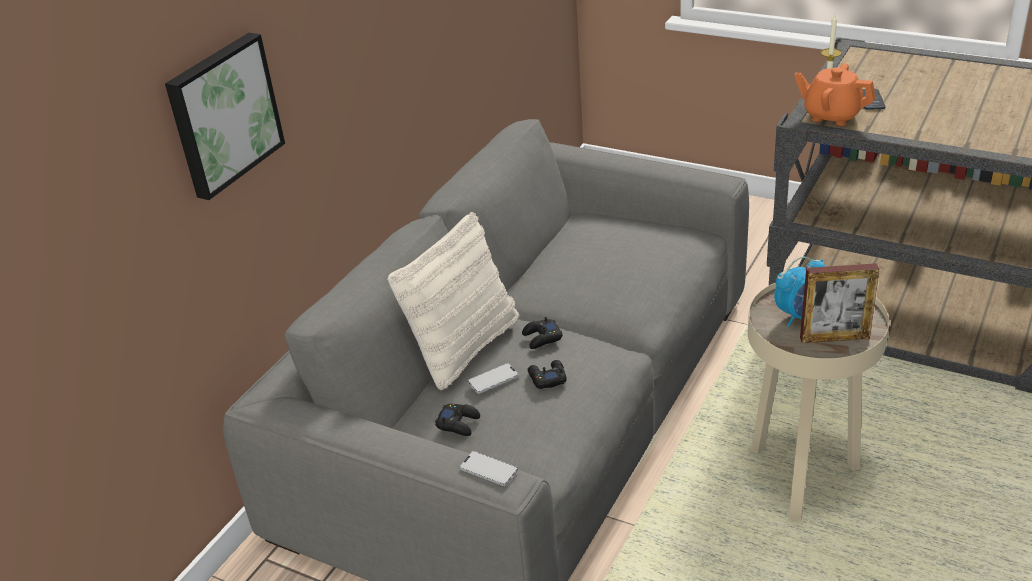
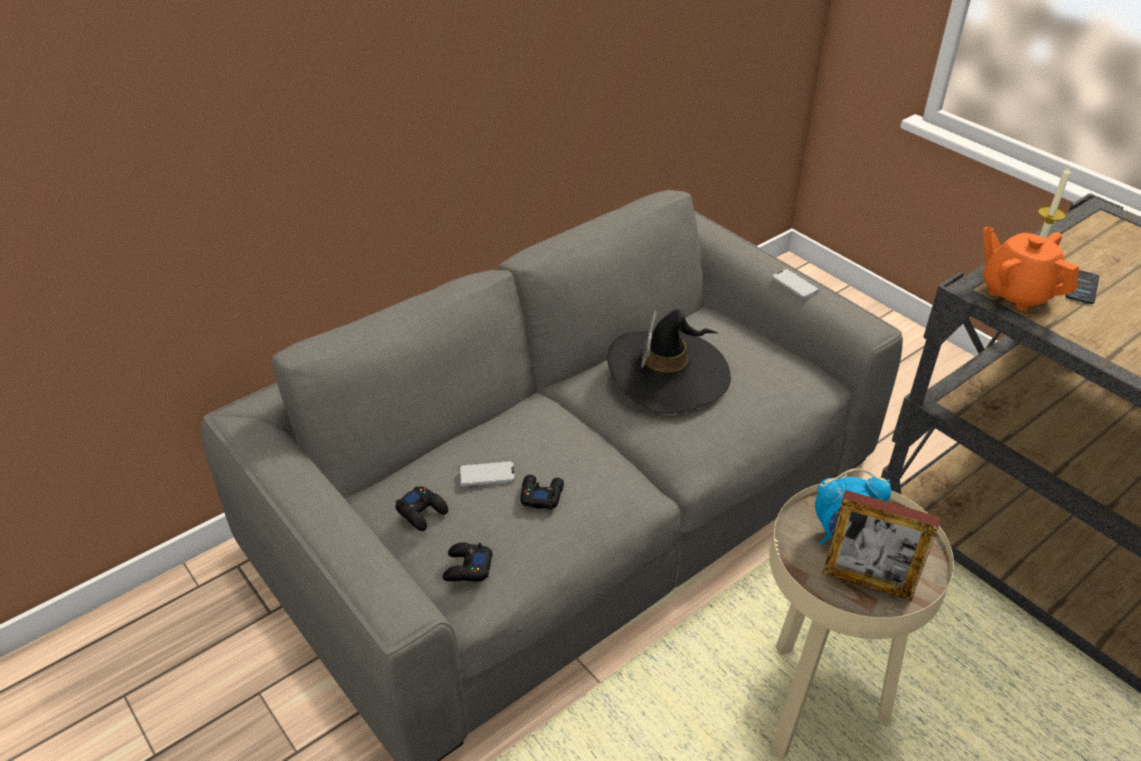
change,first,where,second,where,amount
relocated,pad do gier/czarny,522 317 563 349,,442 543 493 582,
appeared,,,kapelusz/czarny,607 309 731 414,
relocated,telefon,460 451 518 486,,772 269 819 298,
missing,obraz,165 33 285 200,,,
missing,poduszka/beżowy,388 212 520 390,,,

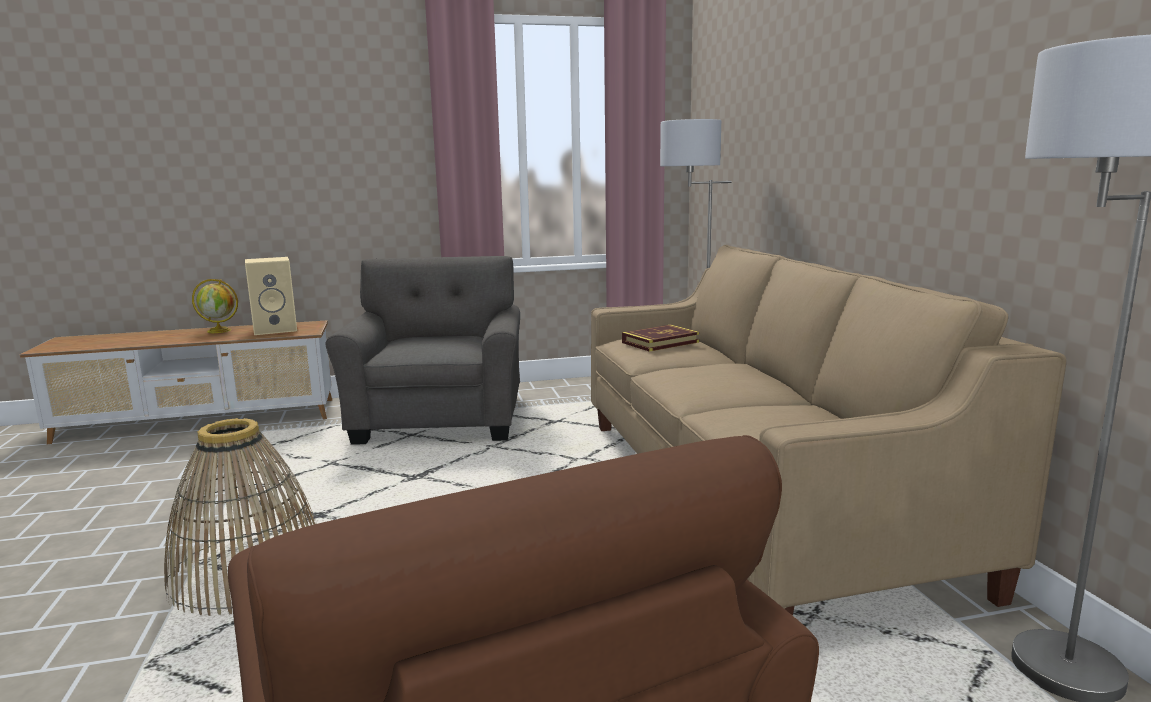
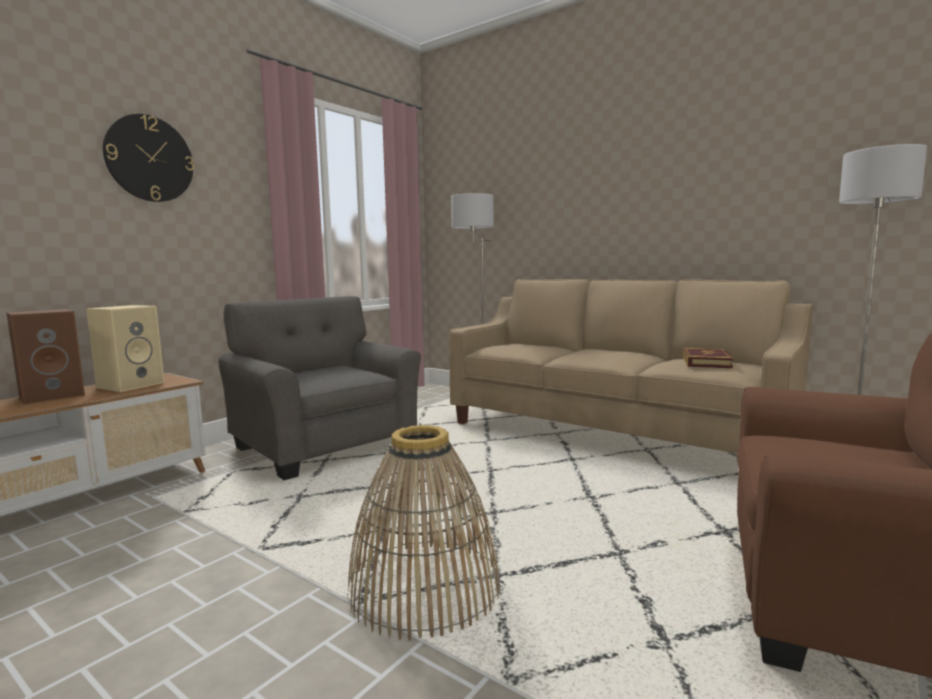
change,first,where,second,where,amount
exchanged,globus,192 279 238 333,głośnik/brązowy,6 309 85 405,
appeared,,,zegar ścienny,103 114 194 202,
relocated,książka,622 325 699 352,,683 348 733 368,

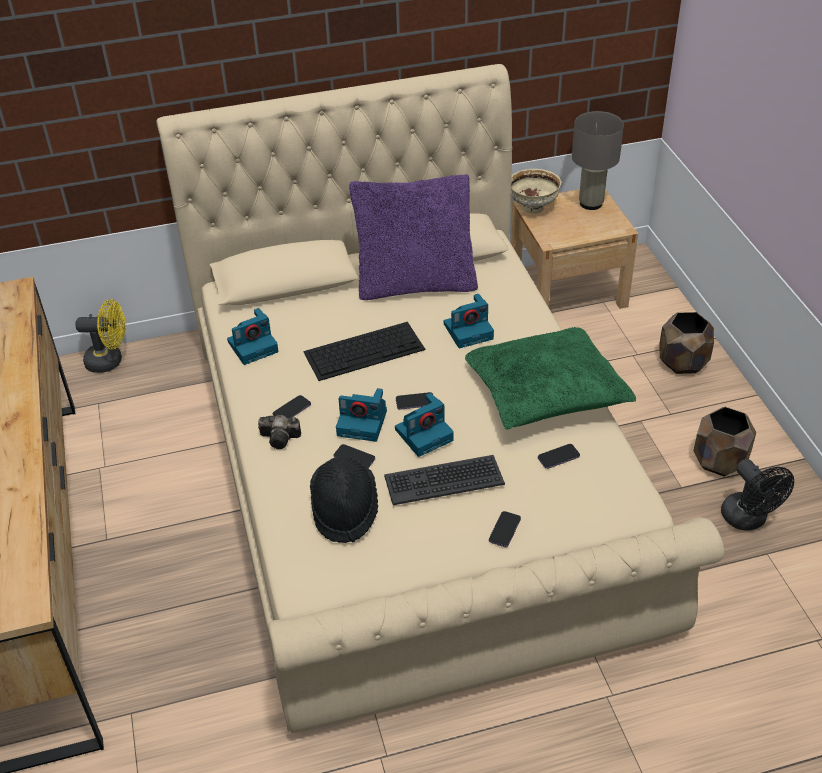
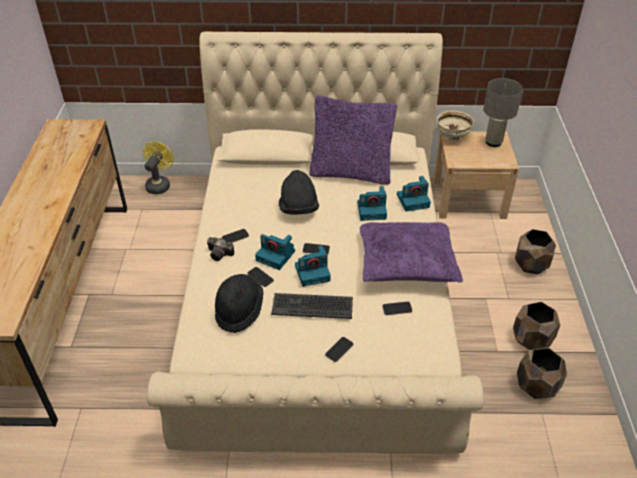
change,first,where,second,where,amount
spun,wentylator/żółty,75 299 126 373,,143 142 174 194,90 degrees counterclockwise
exchanged,klawiatura,303 322 425 381,kapelusz/czarny,279 170 319 215,
colour,poduszka/zielony,465 327 636 430,poduszka/fioletowy,360 222 463 283,
relocated,aparat fotograficzny,227 308 278 365,,397 176 431 212,
exchanged,wentylator/czarny,721 459 794 531,donica/brązowy,517 348 567 399,

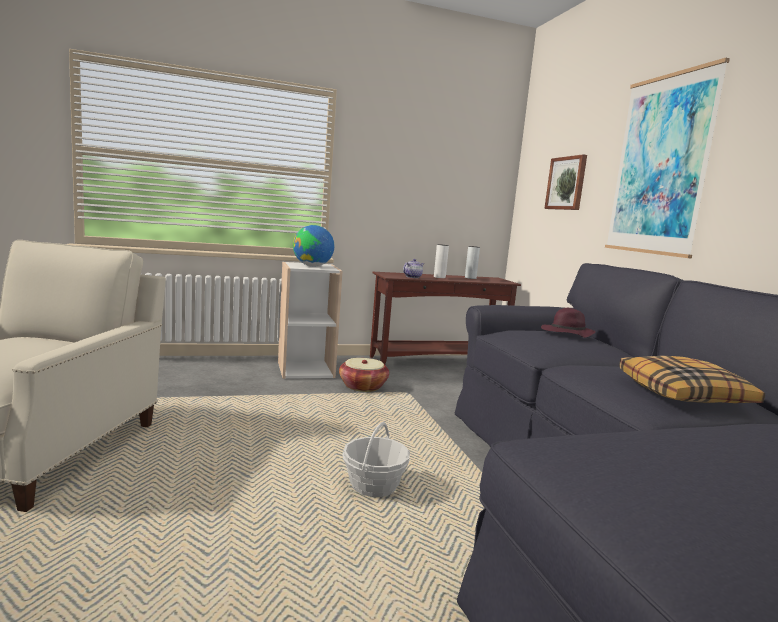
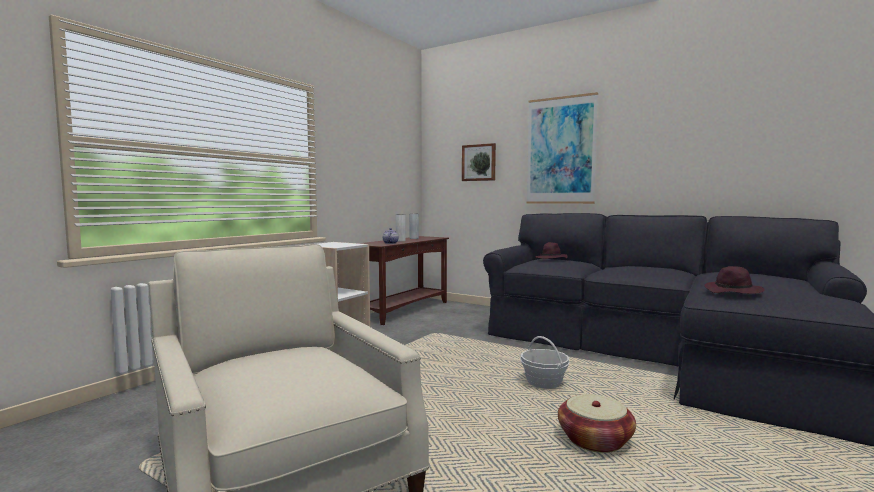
change,first,where,second,where,amount
relocated,koszyk,339 358 389 392,,558 394 636 453,
appeared,,,kapelusz/fioletowy,704 266 765 294,
missing,globus,293 225 334 267,,,
missing,poduszka,619 356 765 403,,,

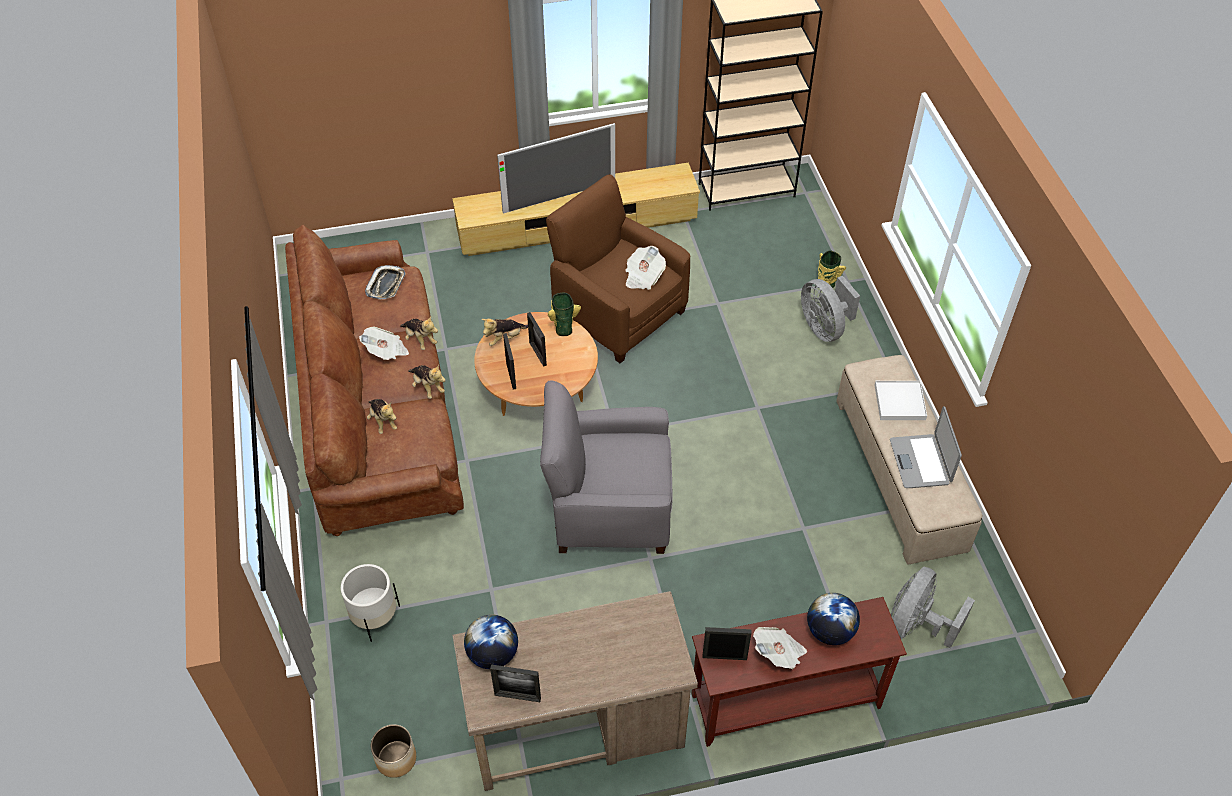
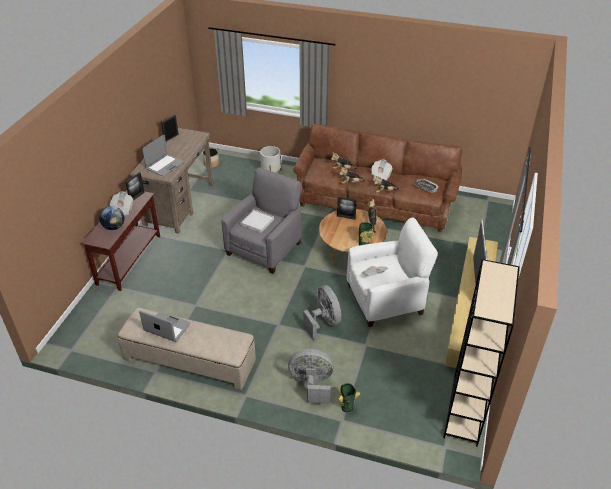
change,first,where,second,where,amount
appeared,,,laptop,142 135 184 176,
relocated,taca/biały,875 381 927 420,,240 209 274 233,
relocated,wentylator/szary,891 567 975 648,,304 285 341 340,
colour,fotel/brązowy,546 174 690 363,fotel/biały,347 217 438 327,
missing,globus,464 614 518 669,,,
missing,ramka na zdjęcie,527 312 547 367,,,

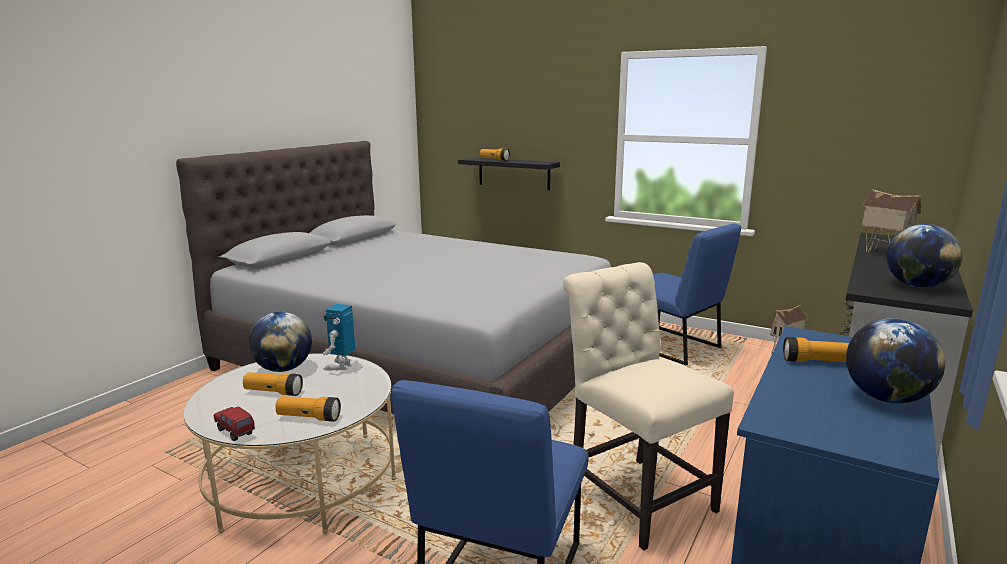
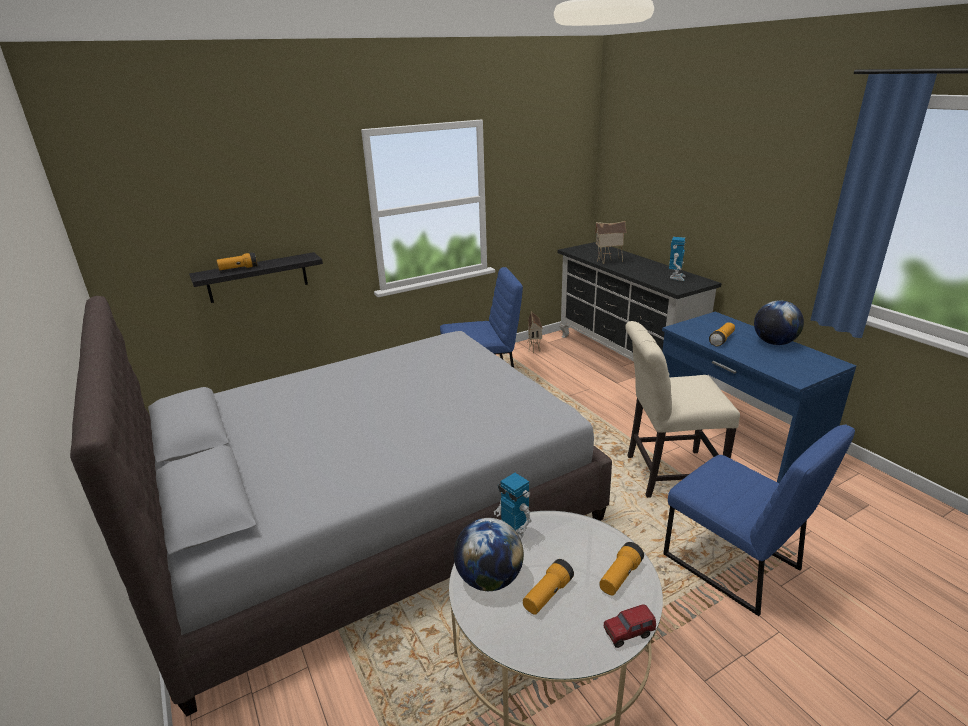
change,first,where,second,where,amount
exchanged,globus,886 224 963 288,robot zabawkowy,669 237 686 281,

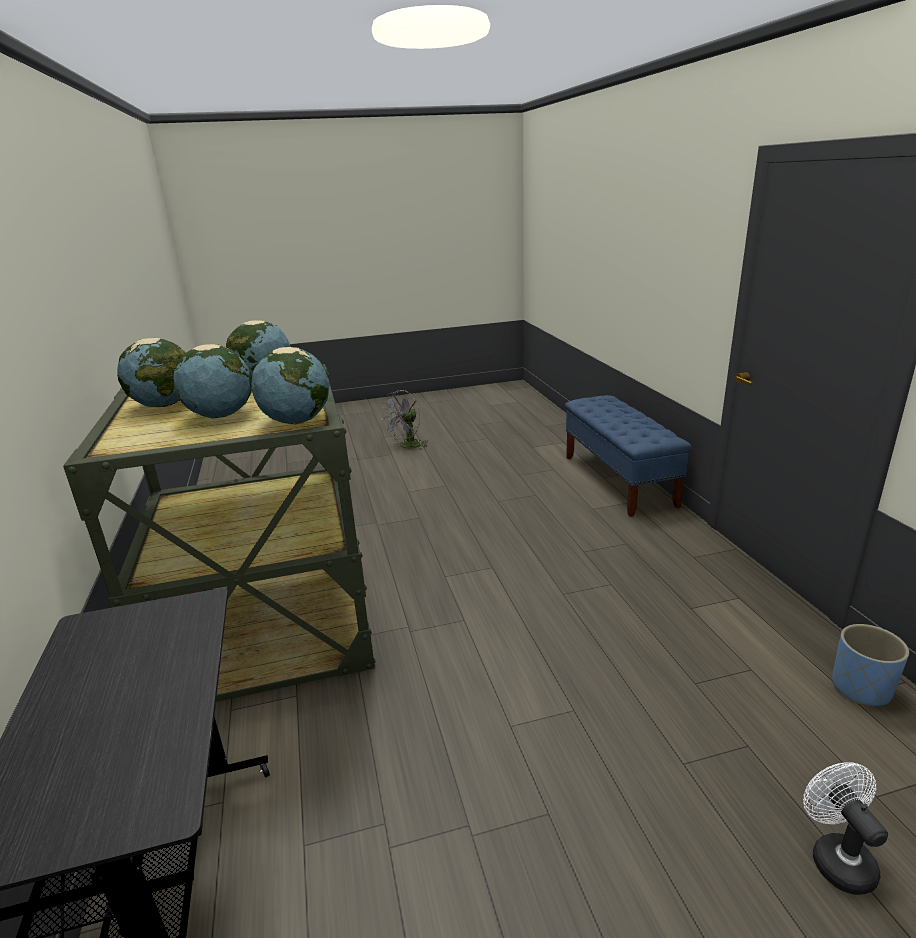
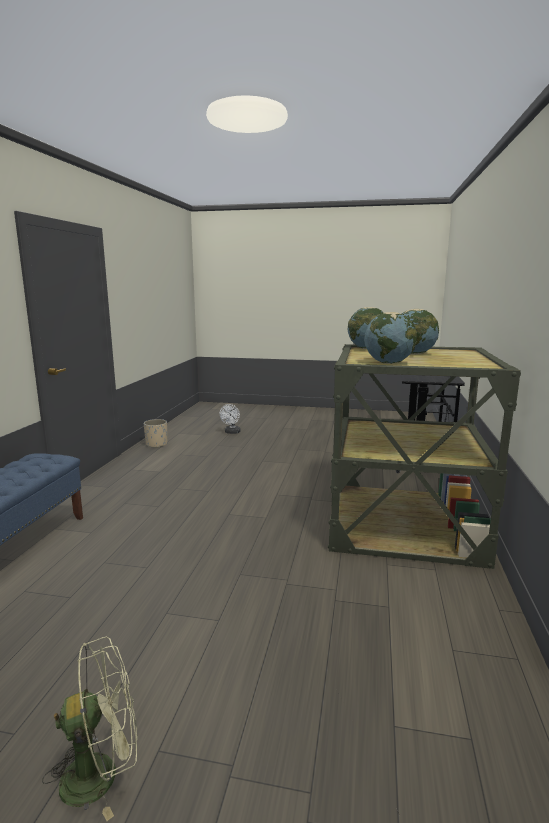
change,first,where,second,where,amount
colour,wentylator/szary,381 390 428 450,wentylator/zielony,42 637 137 821,
colour,donica/niebieski,832 624 909 706,donica/beżowy,144 419 167 448,
missing,globus,117 338 186 407,,,

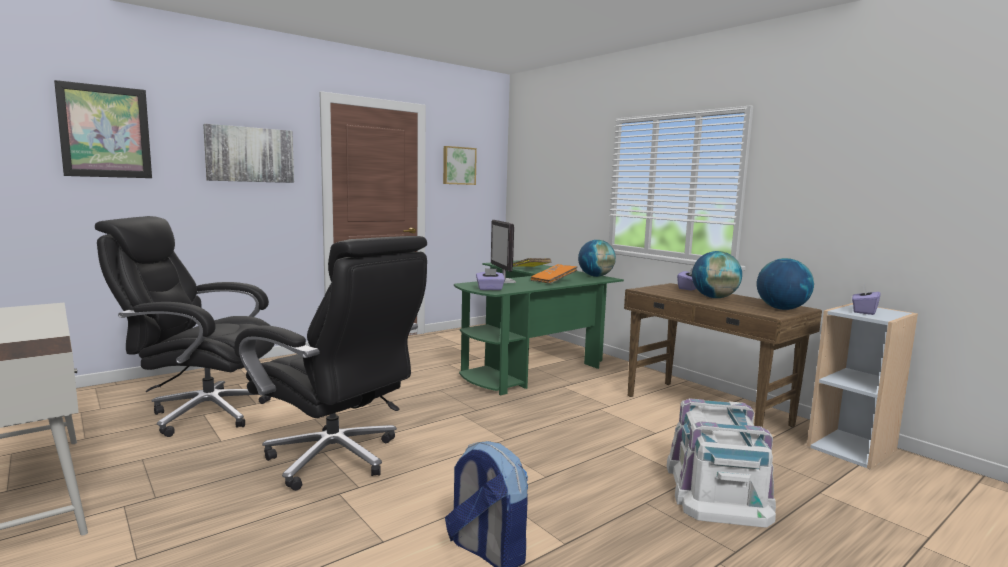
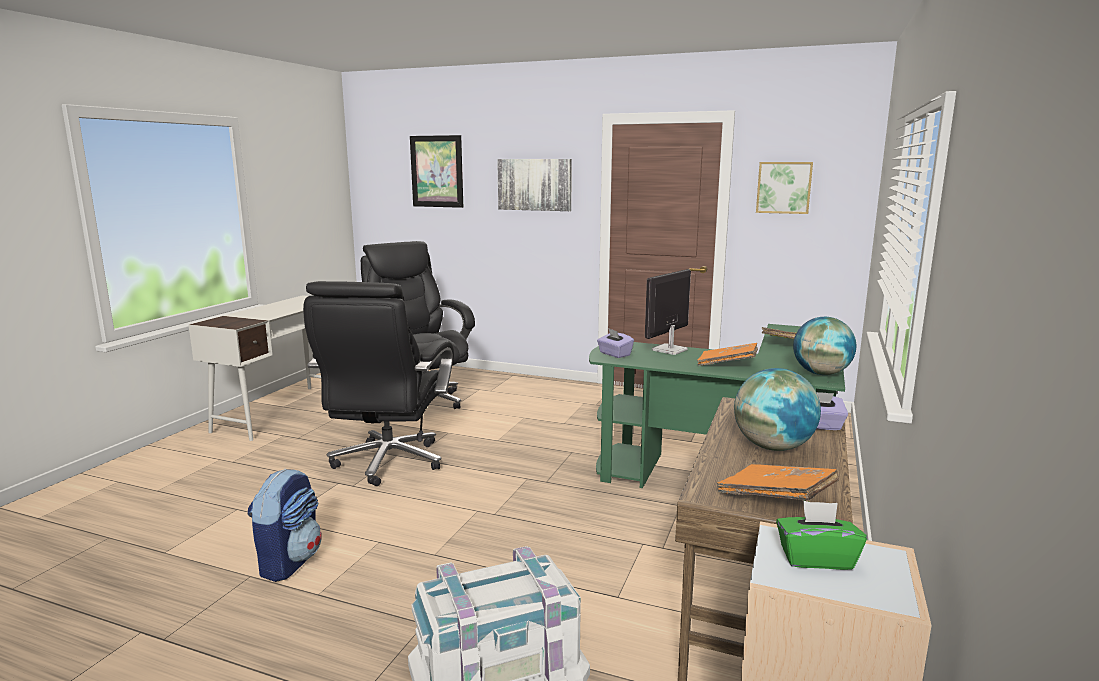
change,first,where,second,where,amount
exchanged,globus,757 258 814 310,książka/pomarańczowy,717 464 839 501,
colour,pudełko chusteczek/fioletowy,852 284 881 315,pudełko chusteczek/zielony,776 501 867 570,

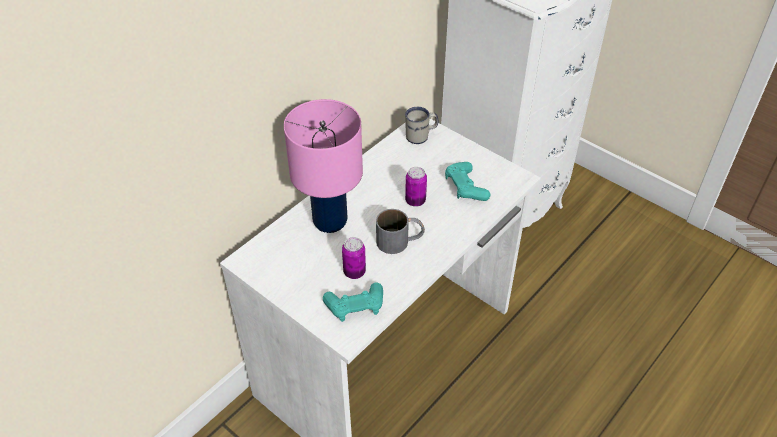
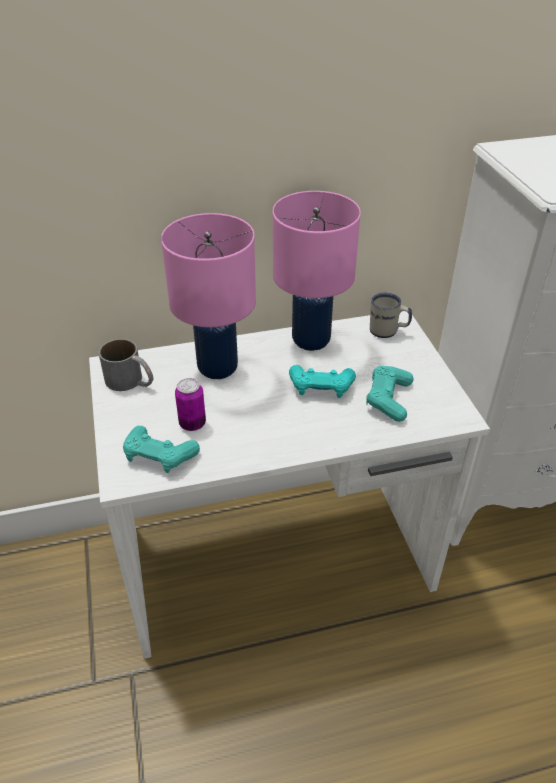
change,first,where,second,where,amount
relocated,kubek/szary,376 209 425 254,,99 339 153 391,
appeared,,,lampa stołowa/różowy,273 191 361 351,
exchanged,puszka,405 167 427 207,pad do gier/turkusowy,289 365 356 398,

